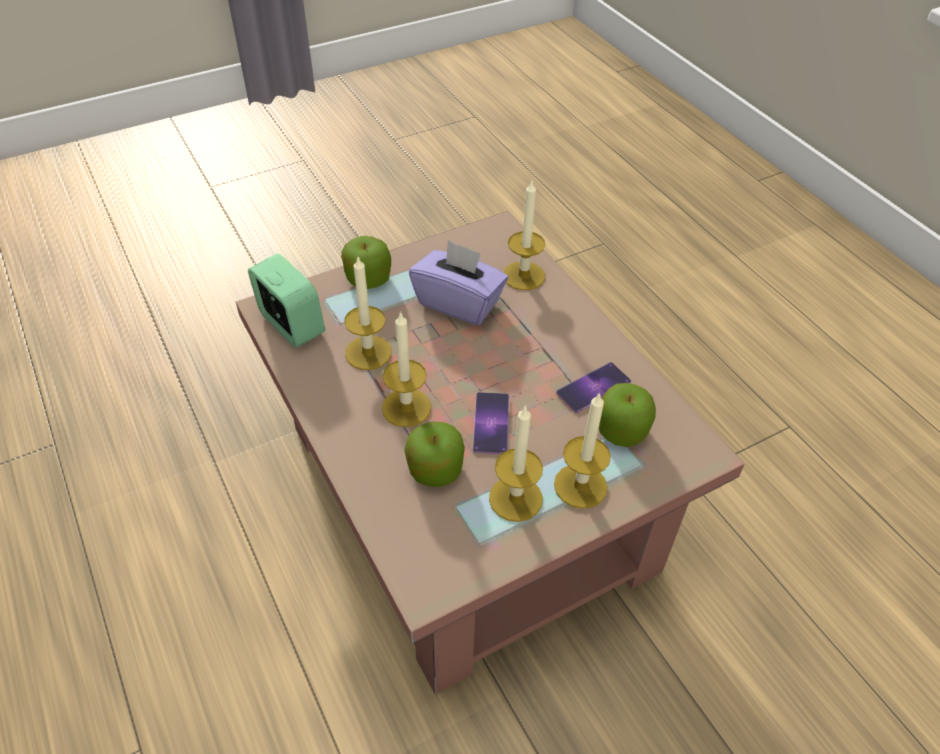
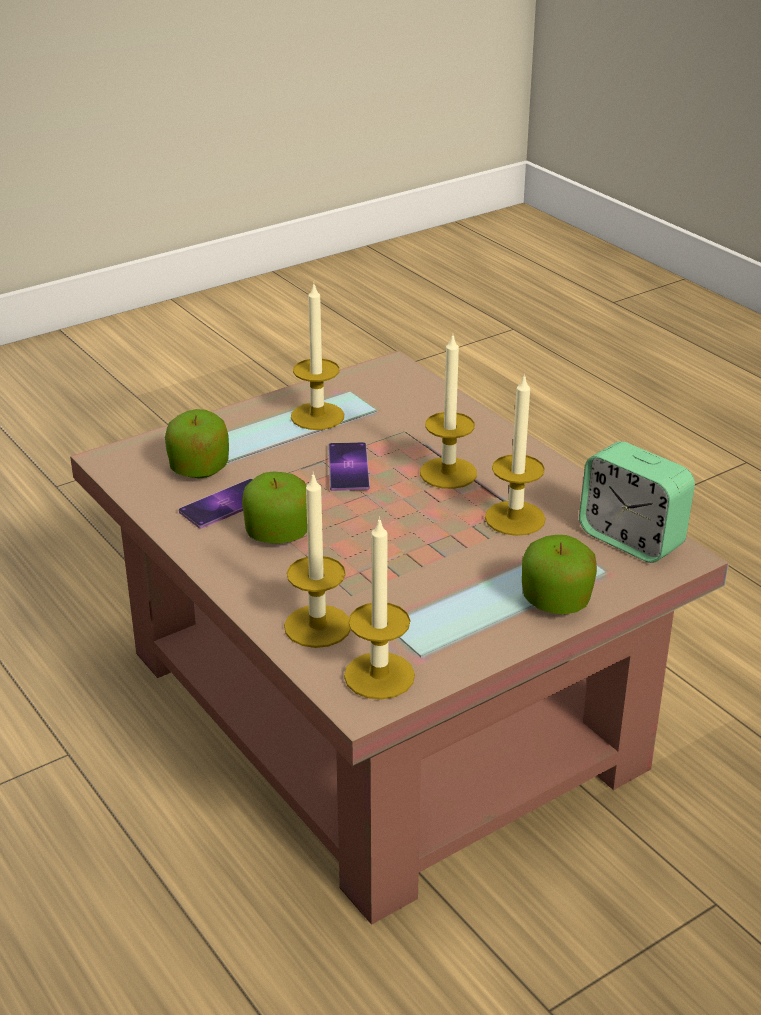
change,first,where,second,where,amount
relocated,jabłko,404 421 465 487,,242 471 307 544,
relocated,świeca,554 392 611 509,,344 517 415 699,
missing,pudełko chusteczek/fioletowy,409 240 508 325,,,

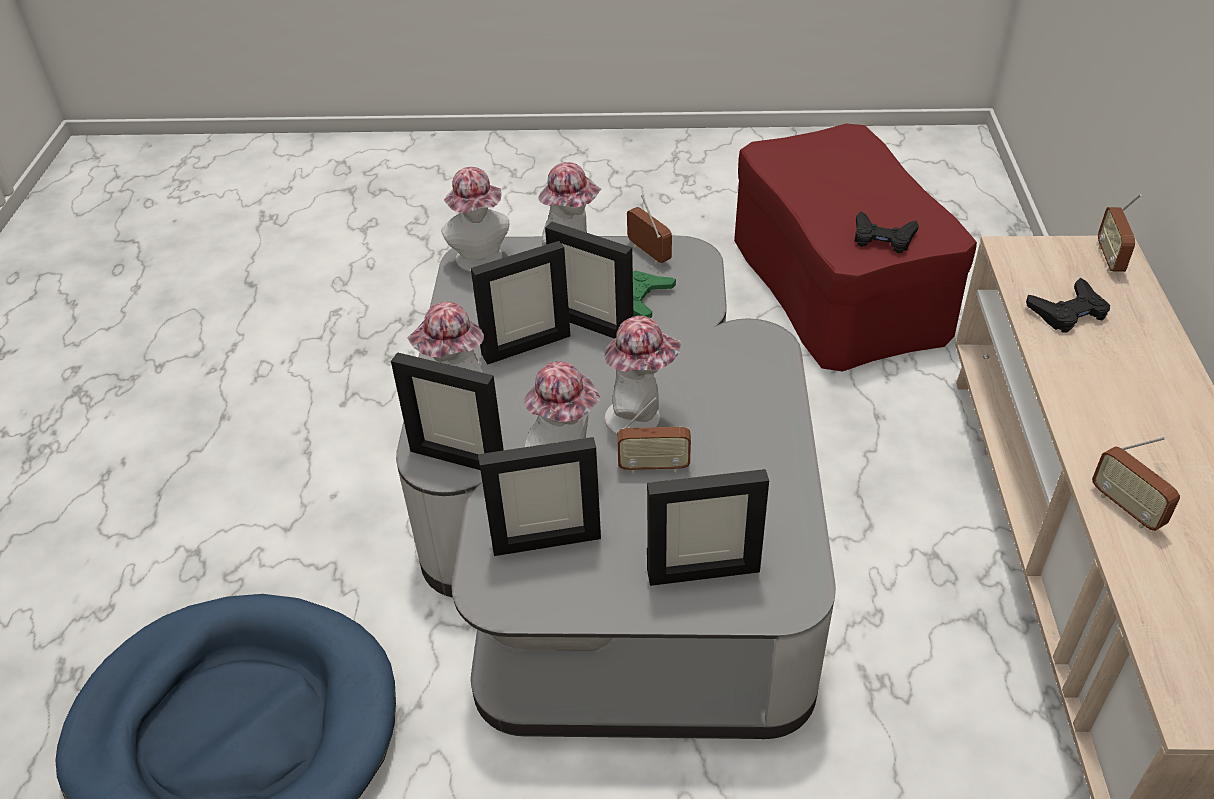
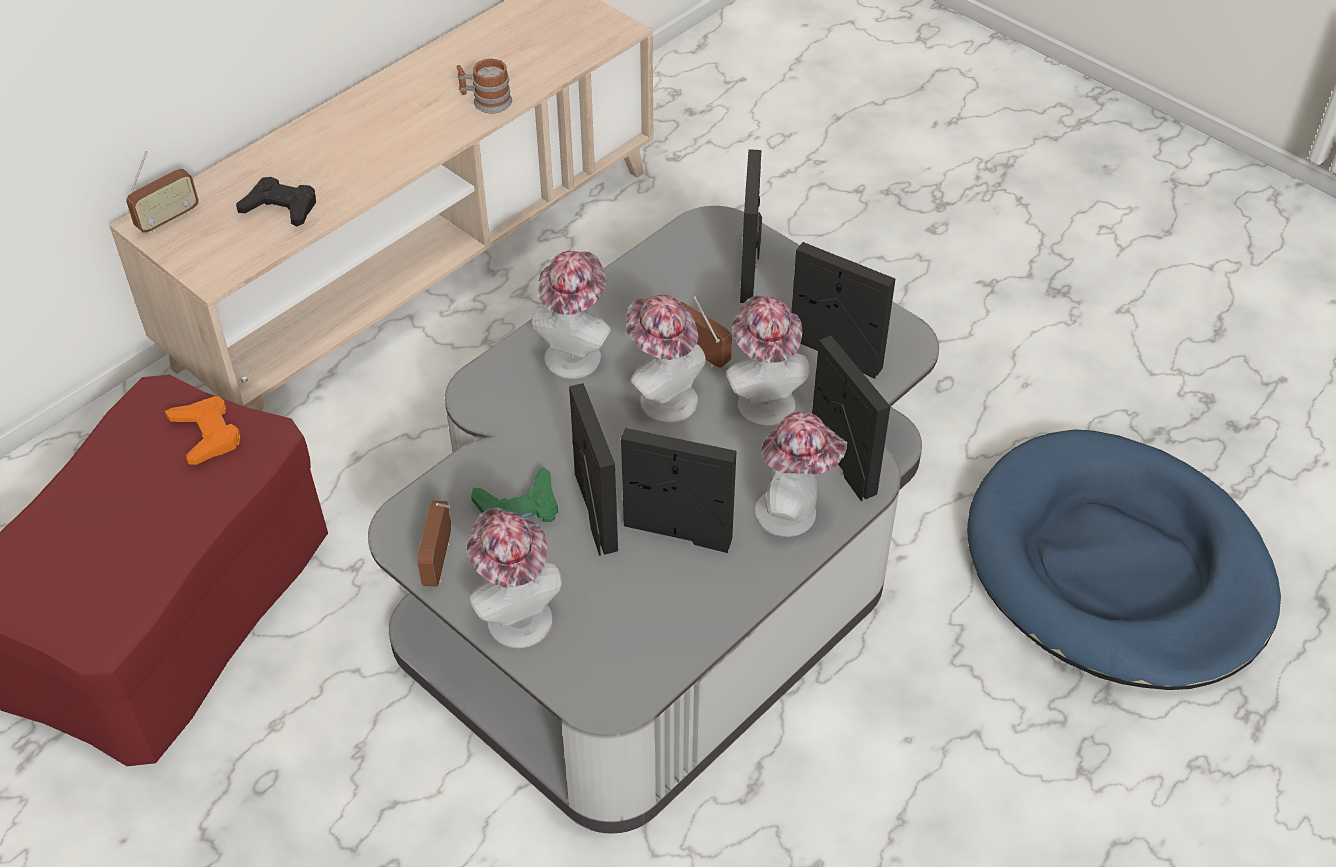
change,first,where,second,where,amount
colour,pad do gier/czarny,855 212 919 253,pad do gier/pomarańczowy,165 396 240 465,
exchanged,radio,1092 437 1180 531,kubek,457 58 512 113,
relocated,kapelusz,441 167 509 272,,531 251 611 379,
spun,ramka na zdjęcie,647 469 769 586,,740 149 762 303,120 degrees counterclockwise

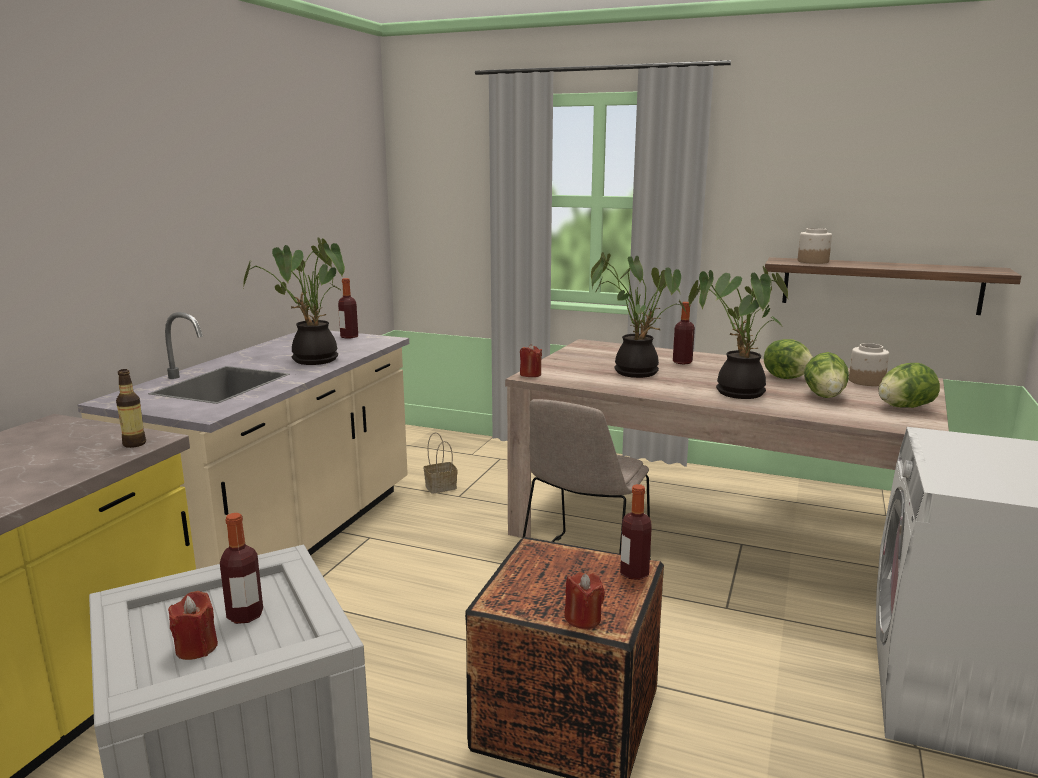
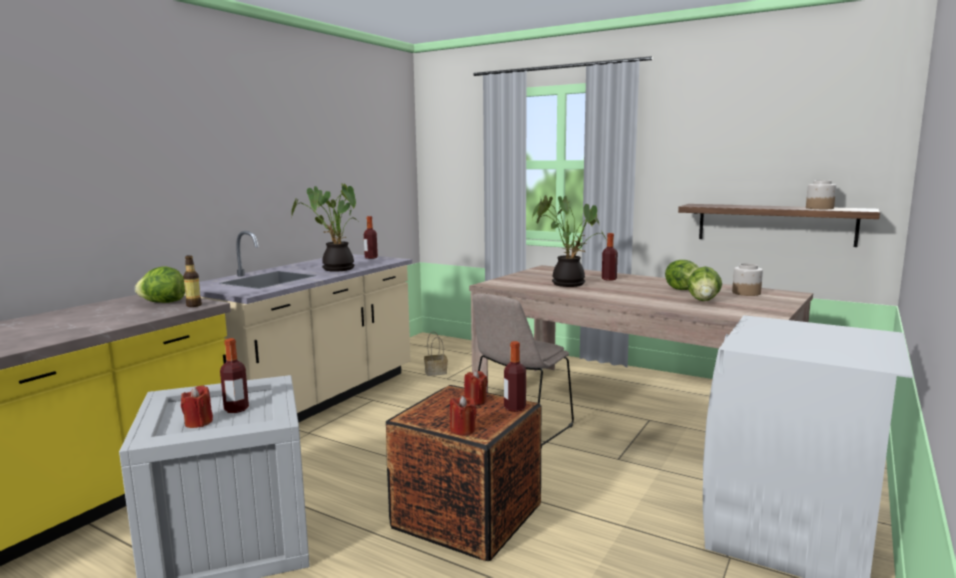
change,first,where,second,where,amount
relocated,sałata,879 363 940 408,,135 267 185 303,
relocated,świeca/czerwony,520 344 542 377,,464 370 488 405,
relocated,słoik,798 228 832 264,,806 180 836 209,
missing,roślina doniczkowa,688 266 789 399,,,

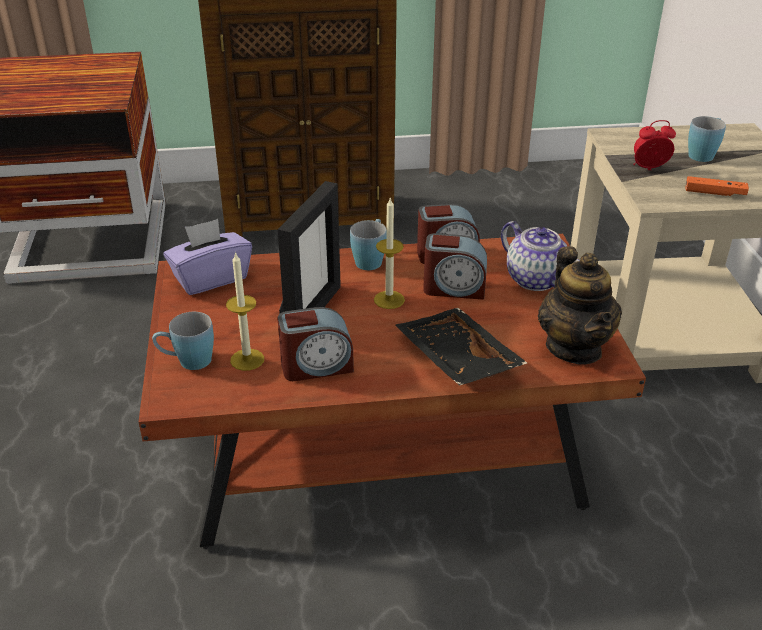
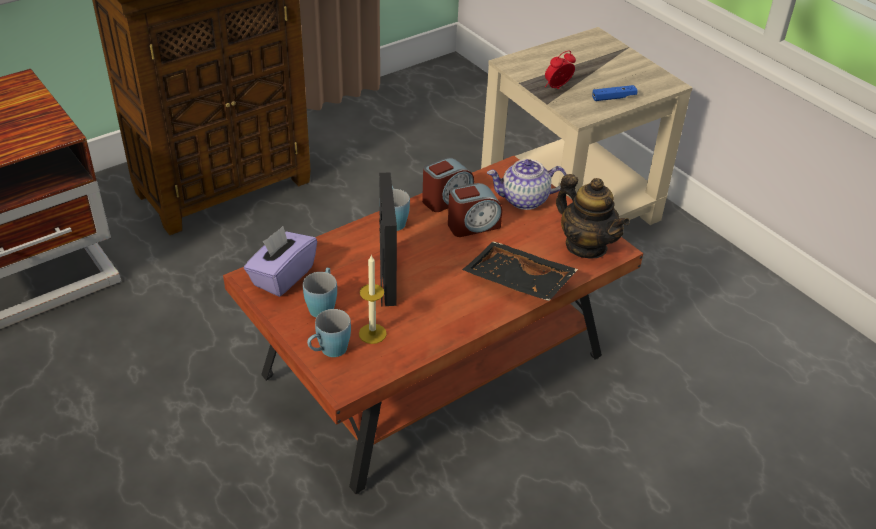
change,first,where,second,where,amount
relocated,kubek/niebieski,688 116 726 162,,303 268 337 317,
spun,imbryk,501 221 579 291,,487 159 567 210,150 degrees clockwise
colour,pad do gier/pomarańczowy,685 176 749 196,pad do gier/niebieski,592 85 638 101,
missing,budzik,277 307 354 381,,,
missing,świeca,374 198 405 309,,,

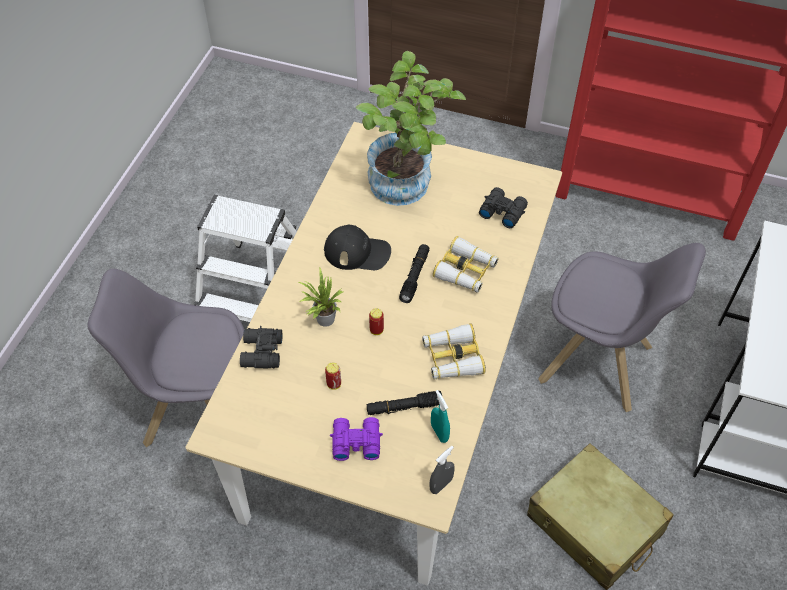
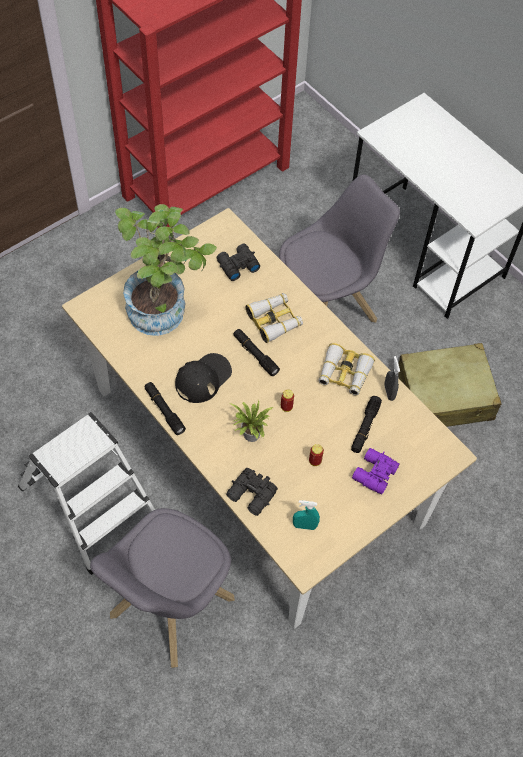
change,first,where,second,where,amount
appeared,,,latarka/czarny,145 382 186 435,
relocated,spryskiwacz/turkusowy,431 390 450 443,,293 500 320 530,
relocated,spryskiwacz/szary,429 446 454 494,,384 356 400 401,

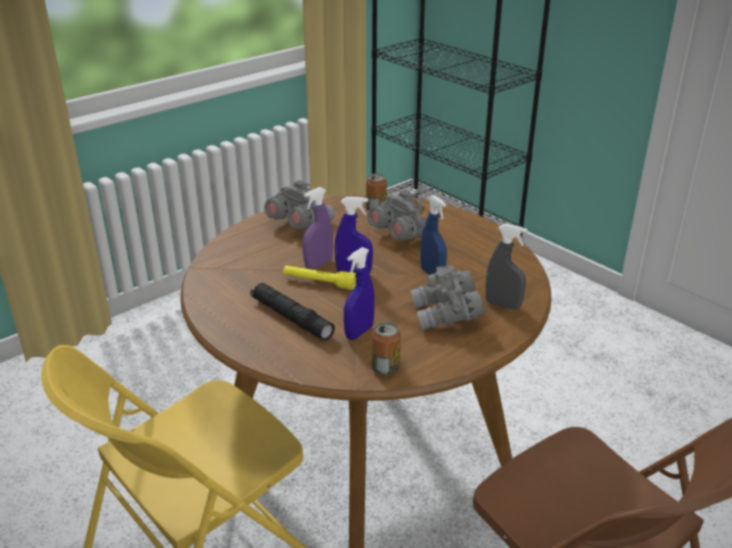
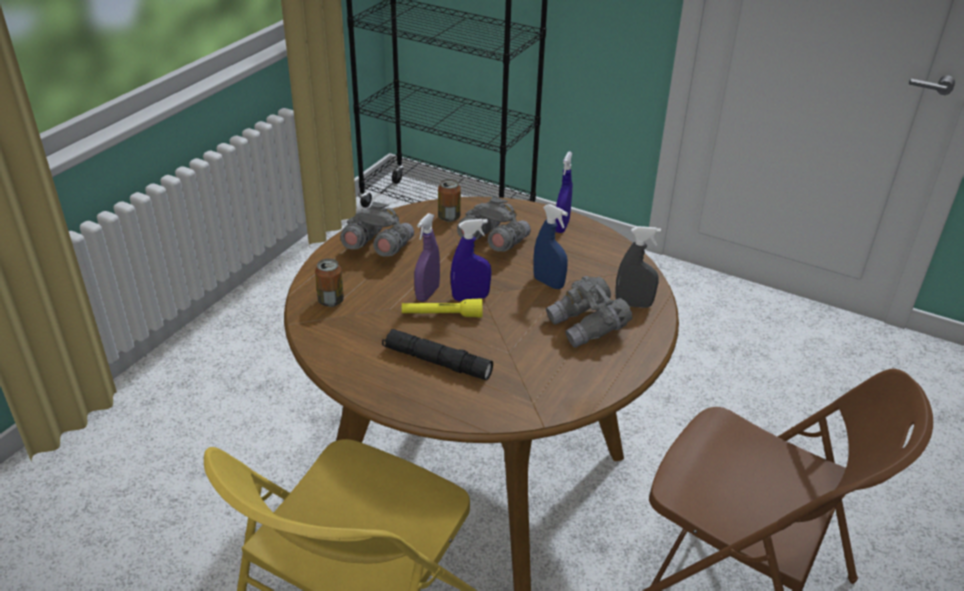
change,first,where,second,where,amount
relocated,puszka,371 322 401 375,,315 258 344 307,
relocated,spryskiwacz/niebieski,344 247 374 340,,555 151 573 233,

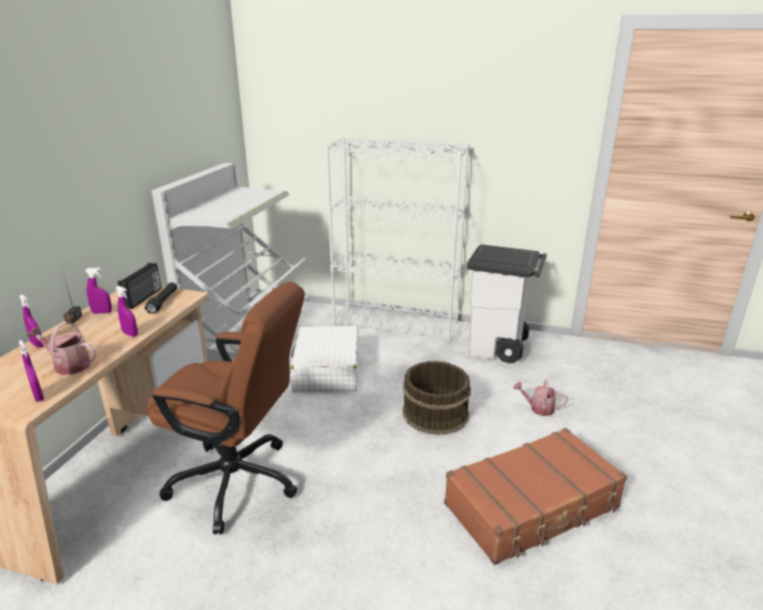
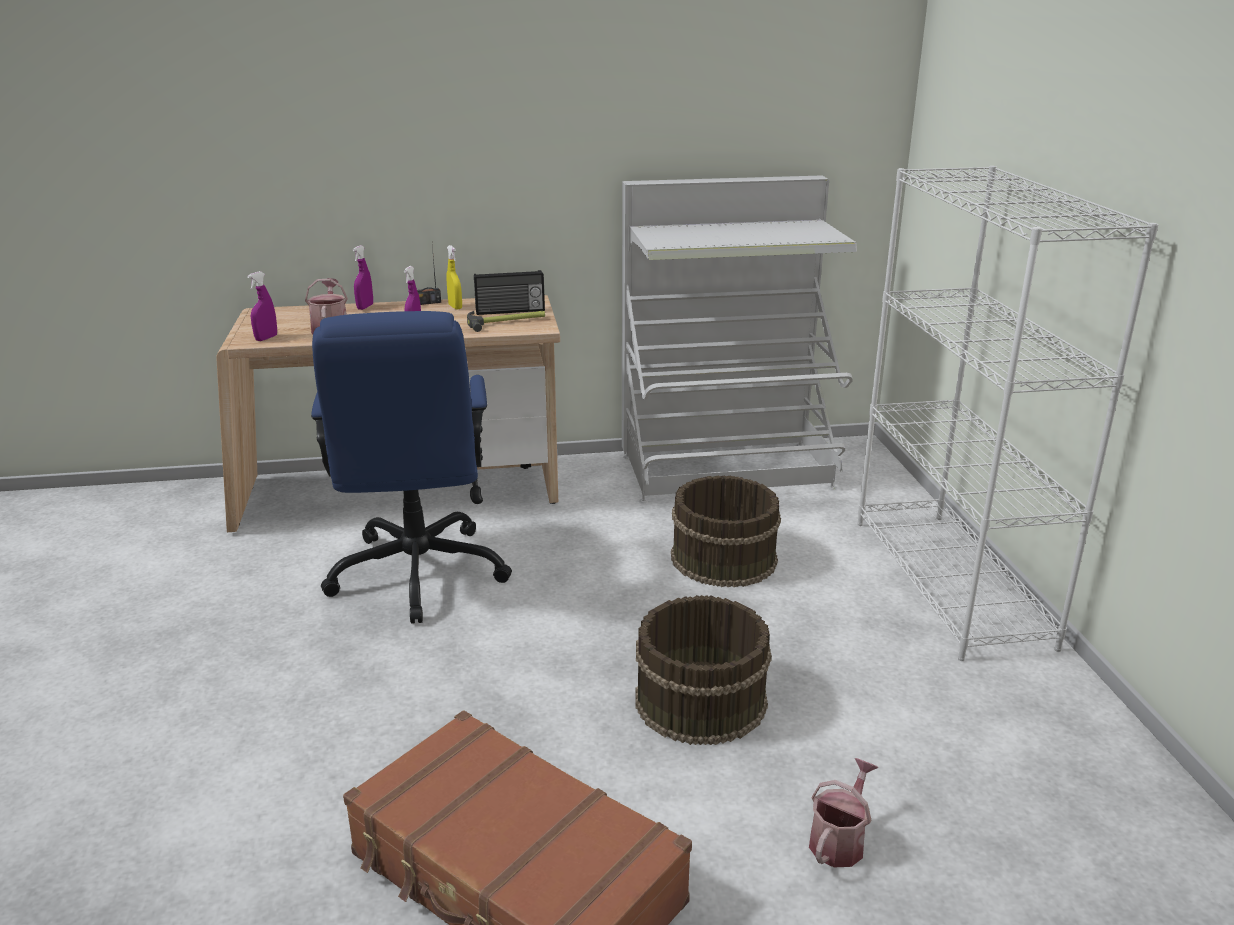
change,first,where,second,where,amount
colour,krzesło biurowe/brązowy,147 282 305 534,krzesło biurowe/niebieski,311 311 512 624,
colour,spryskiwacz/fioletowy,85 267 112 314,spryskiwacz/żółty,447 245 462 309,
exchanged,latarka/czarny,145 282 177 313,młotek,467 311 545 332,
exchanged,walizka/biały,290 326 359 393,wiadro/brązowy,671 475 781 587,
spun,konewka,513 379 568 416,,809 758 878 867,45 degrees clockwise
missing,kosz na śmieci/biały,467 244 547 363,,,

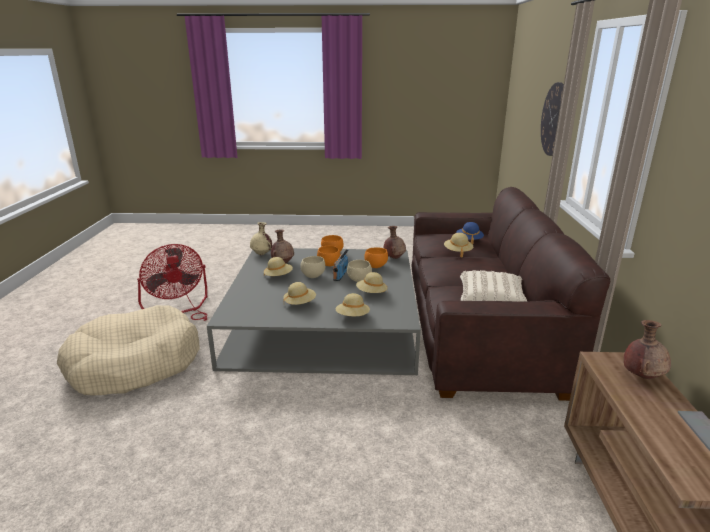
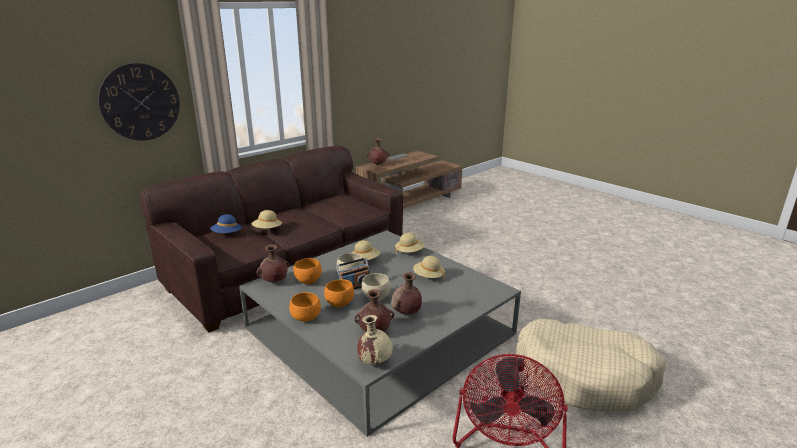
change,first,where,second,where,amount
exchanged,kapelusz/beżowy,264 257 293 276,wazon/brązowy,391 272 422 314,
missing,poduszka/beżowy,460 270 527 301,,,

